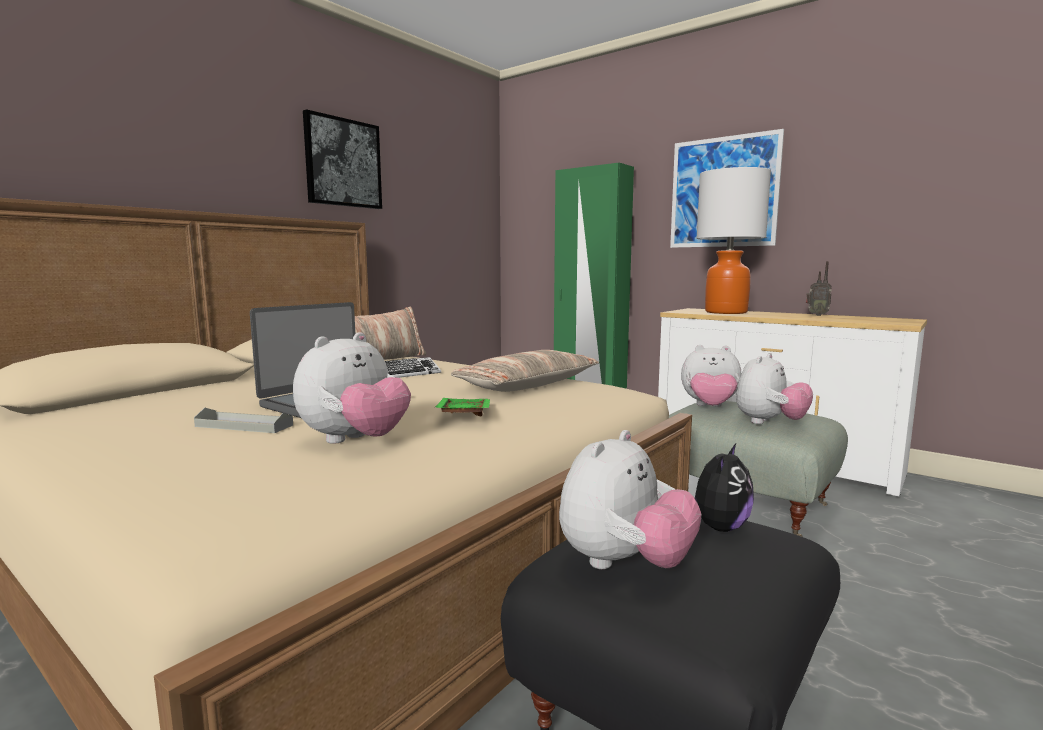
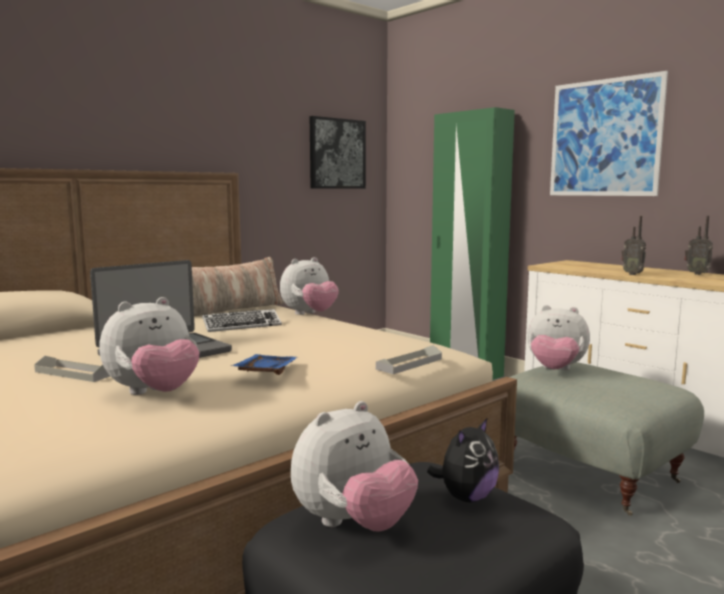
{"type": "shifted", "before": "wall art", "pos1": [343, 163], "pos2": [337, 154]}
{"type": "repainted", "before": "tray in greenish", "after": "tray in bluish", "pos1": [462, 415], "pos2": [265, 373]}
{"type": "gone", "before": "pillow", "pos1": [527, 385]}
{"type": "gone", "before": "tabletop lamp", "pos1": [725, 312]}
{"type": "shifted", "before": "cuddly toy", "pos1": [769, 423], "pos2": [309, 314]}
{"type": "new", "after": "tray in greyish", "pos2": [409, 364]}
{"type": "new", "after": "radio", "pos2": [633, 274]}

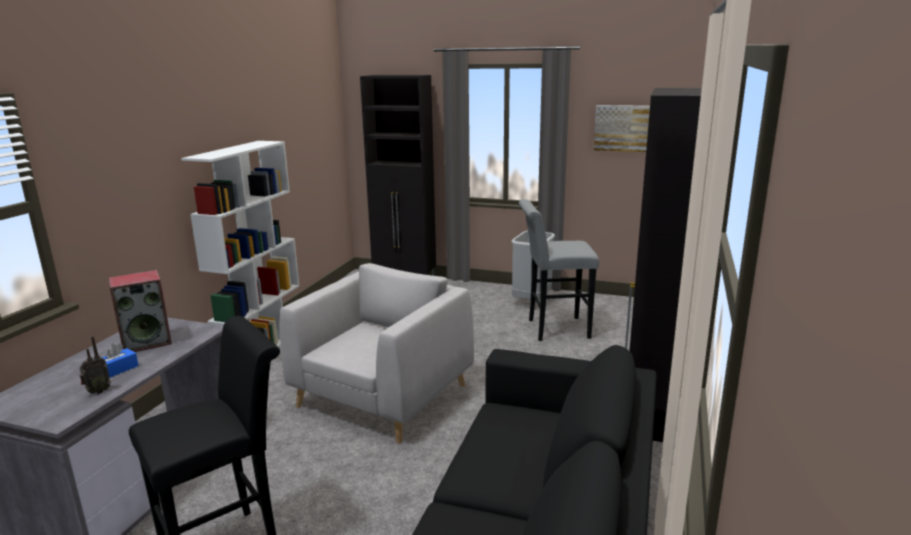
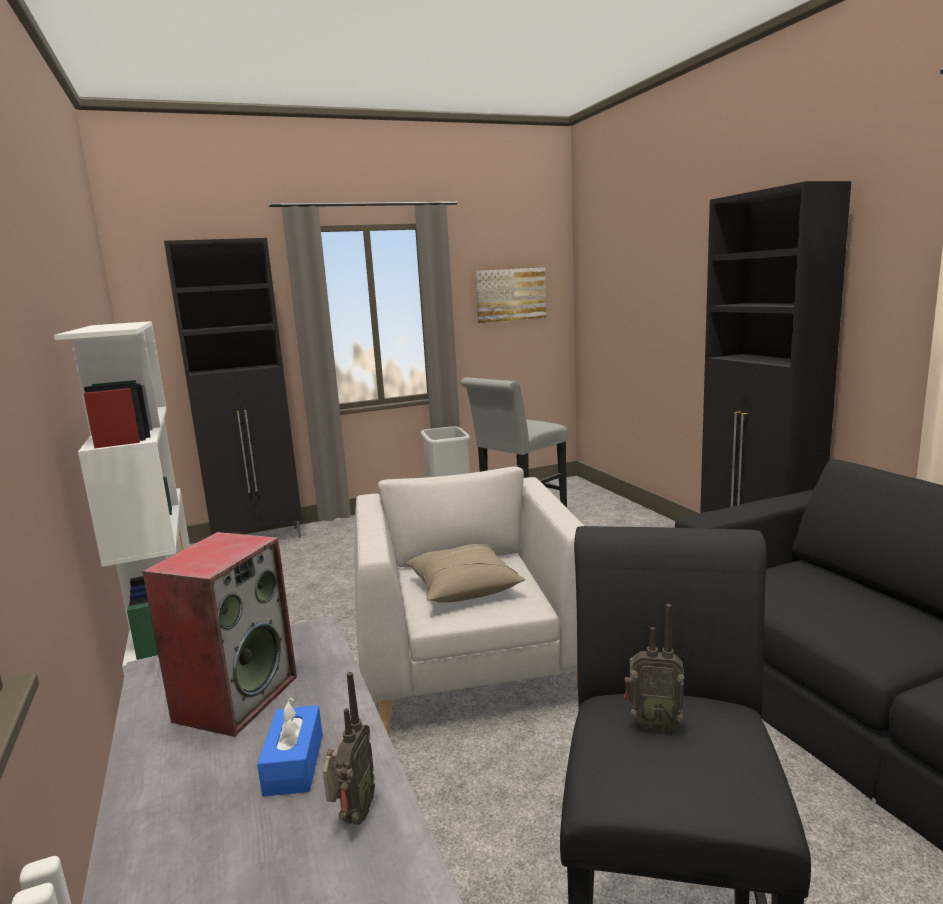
{"type": "new", "after": "pillow in sand-coloured", "pos2": [463, 588]}
{"type": "new", "after": "radio", "pos2": [653, 724]}

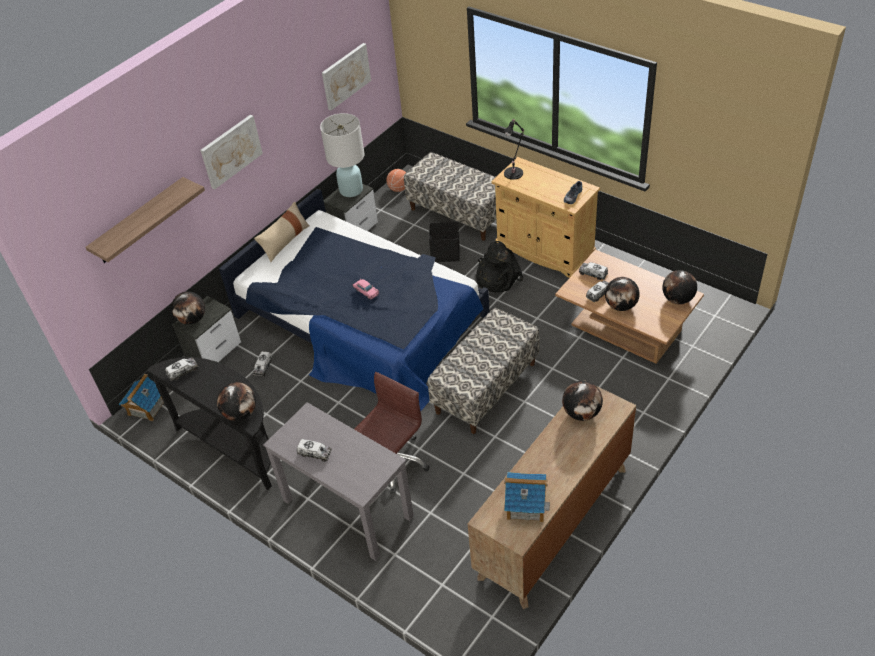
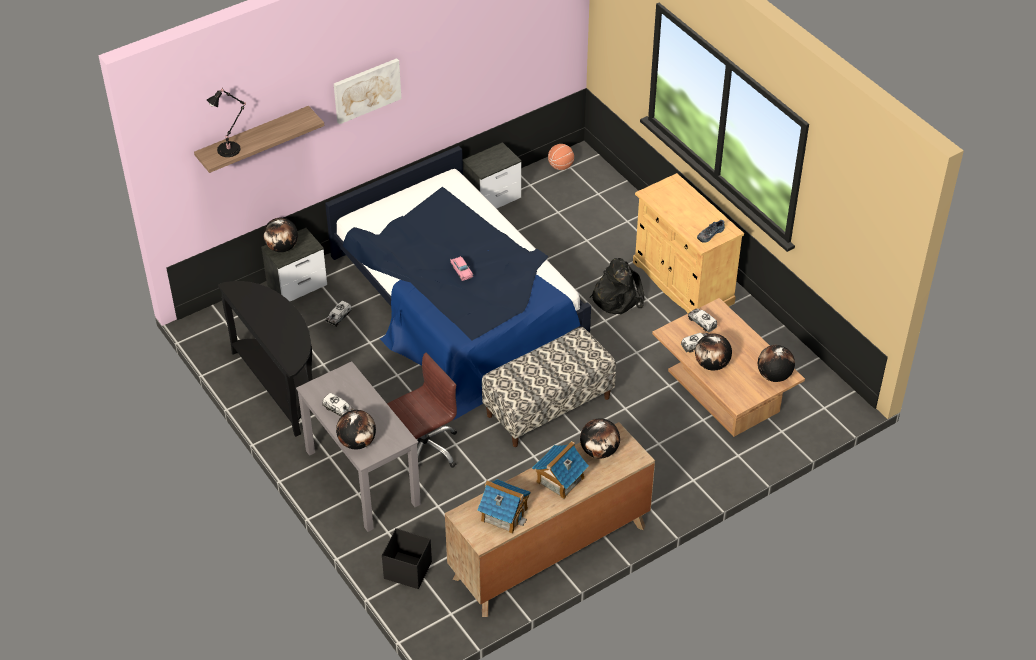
{"type": "shifted", "before": "model house", "pos1": [146, 407], "pos2": [559, 480]}
{"type": "gone", "before": "toy lorry", "pos1": [183, 372]}
{"type": "shifted", "before": "world globe", "pos1": [240, 413], "pos2": [357, 442]}
{"type": "gone", "before": "pillow in sand-coloured", "pos1": [285, 241]}
{"type": "gone", "before": "tabletop lamp in white", "pos1": [351, 190]}
{"type": "gone", "before": "wall art", "pos1": [345, 76]}
{"type": "gone", "before": "indoor bench", "pos1": [458, 214]}
{"type": "shifted", "before": "storage container in black-coloured", "pos1": [445, 253], "pos2": [407, 570]}
{"type": "shifted", "before": "tabletop lamp in black-coloured", "pos1": [514, 172], "pos2": [230, 149]}

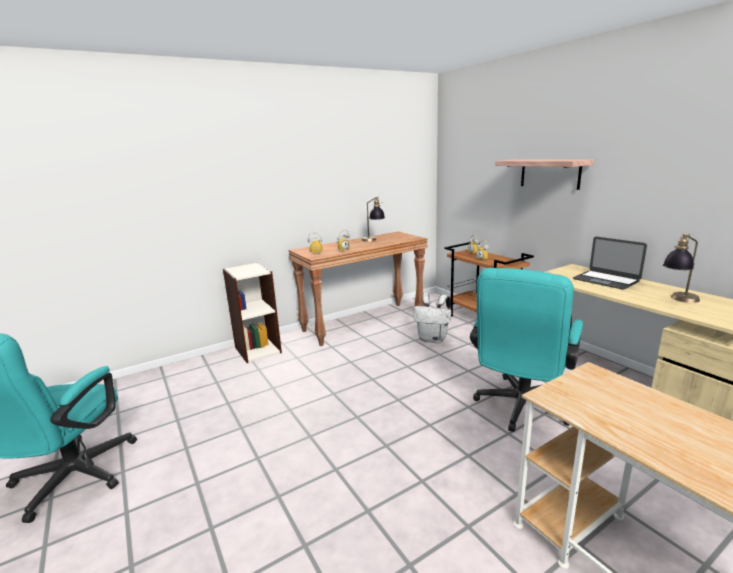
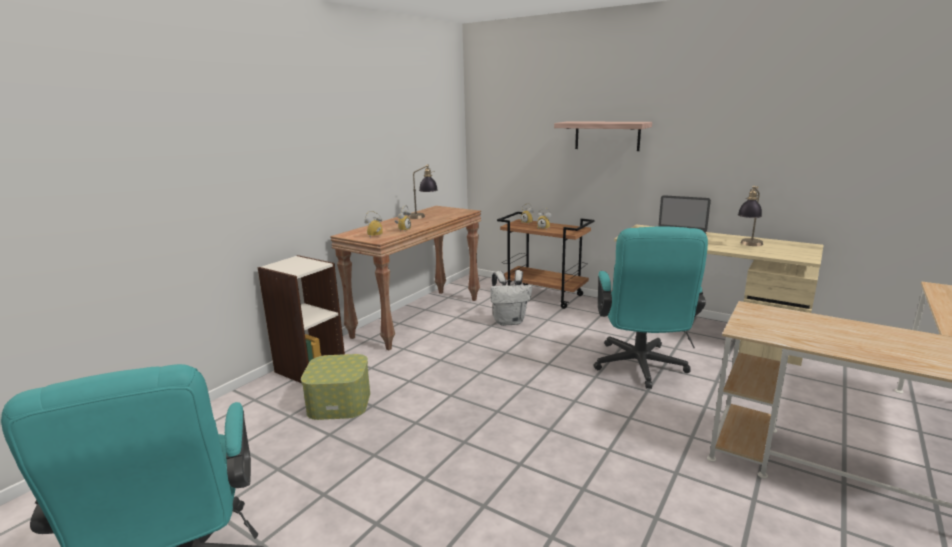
{"type": "new", "after": "storage container", "pos2": [339, 402]}

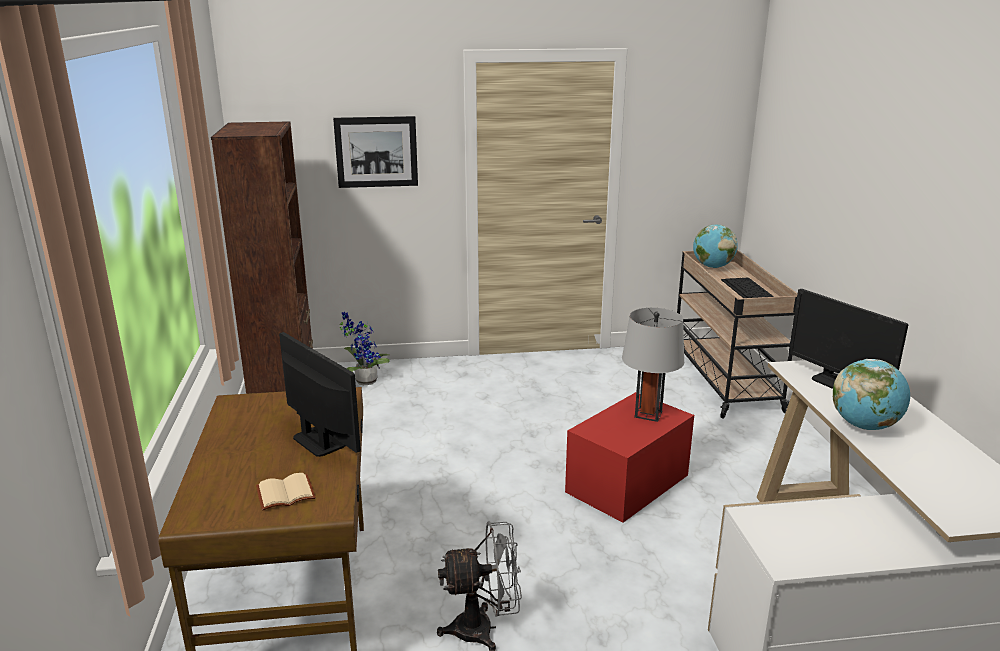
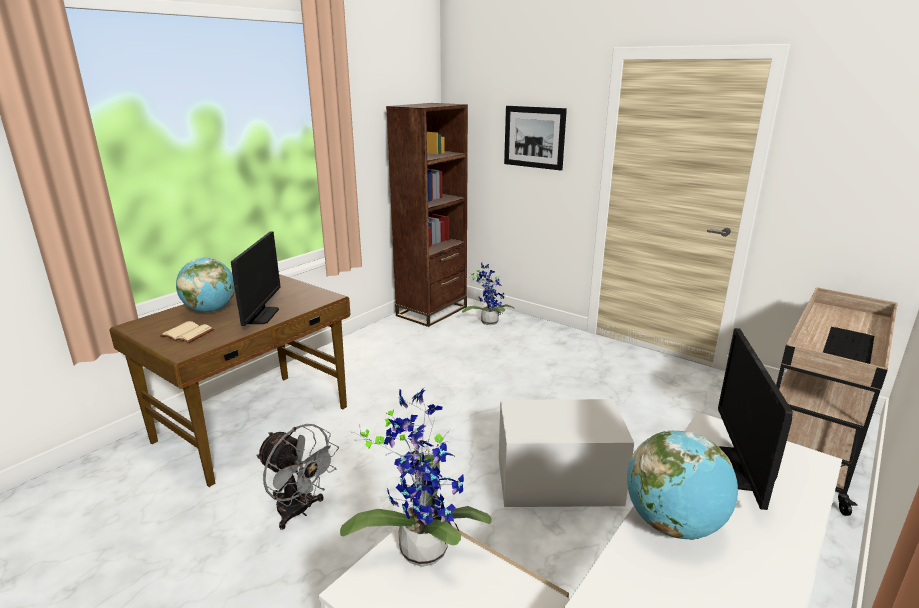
{"type": "repainted", "before": "storage container in reddish", "after": "storage container in white", "pos1": [627, 483], "pos2": [558, 480]}
{"type": "gone", "before": "tabletop lamp in greyish", "pos1": [648, 414]}
{"type": "shifted", "before": "world globe", "pos1": [712, 267], "pos2": [210, 310]}
{"type": "new", "after": "potted plant", "pos2": [422, 545]}

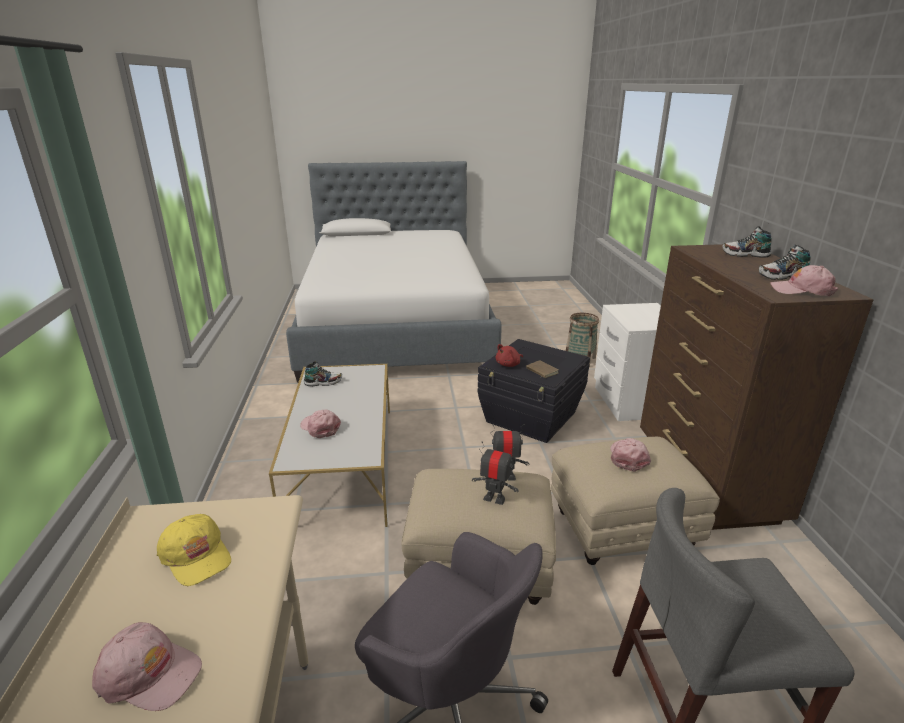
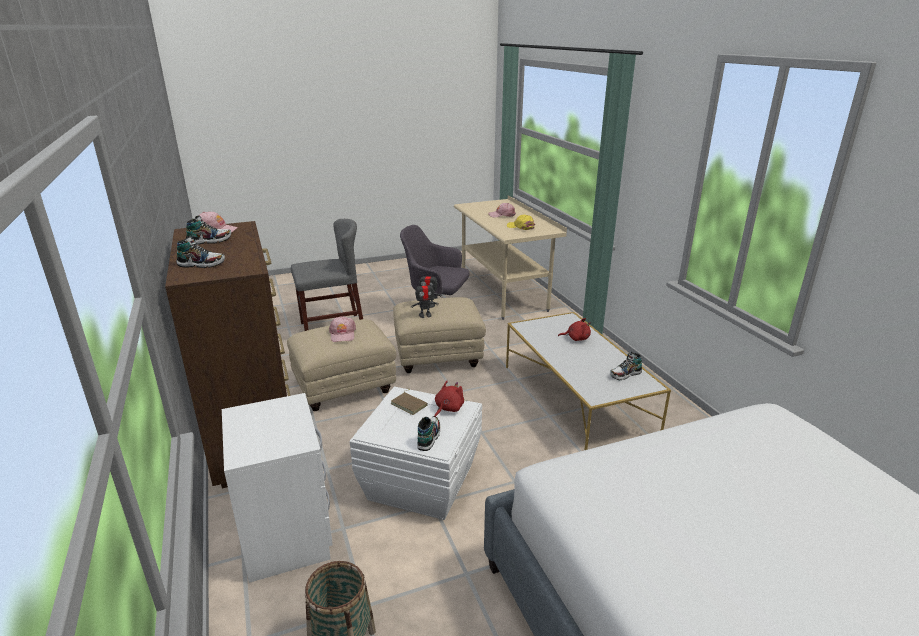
{"type": "swapped", "before": "peaked cap in pink-coloured", "after": "cuddly toy in reddish", "pos1": [320, 427], "pos2": [576, 338]}
{"type": "repainted", "before": "storage container in black-coloured", "after": "storage container in white", "pos1": [531, 417], "pos2": [420, 481]}
{"type": "new", "after": "low shoe", "pos2": [428, 437]}

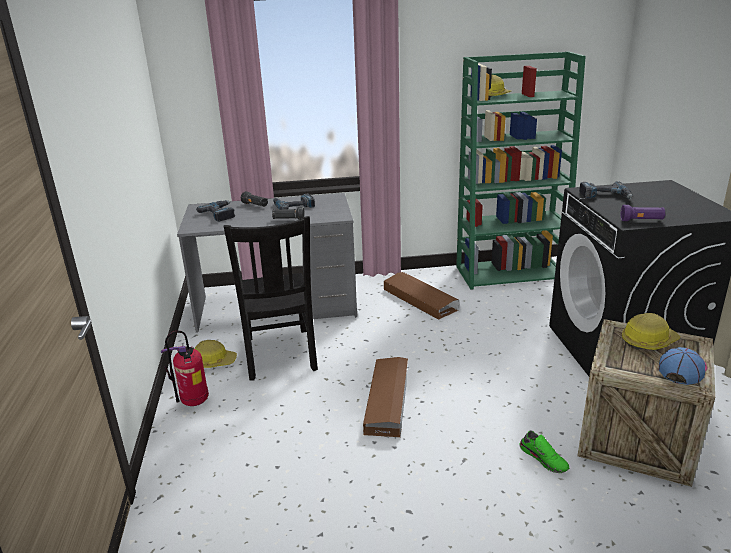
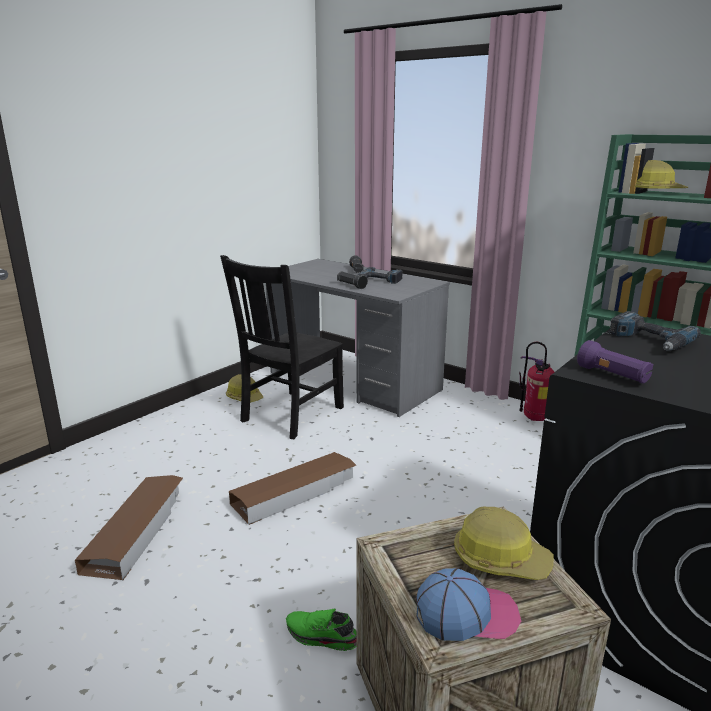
{"type": "shifted", "before": "fire-fighting cylinder", "pos1": [194, 403], "pos2": [534, 419]}
{"type": "gone", "before": "electric drill", "pos1": [221, 214]}
{"type": "shifted", "before": "storage container in brown", "pos1": [419, 300], "pos2": [137, 530]}
{"type": "rotated", "before": "low shoe in greenish", "pos1": [544, 458], "pos2": [321, 637], "turn": 105}

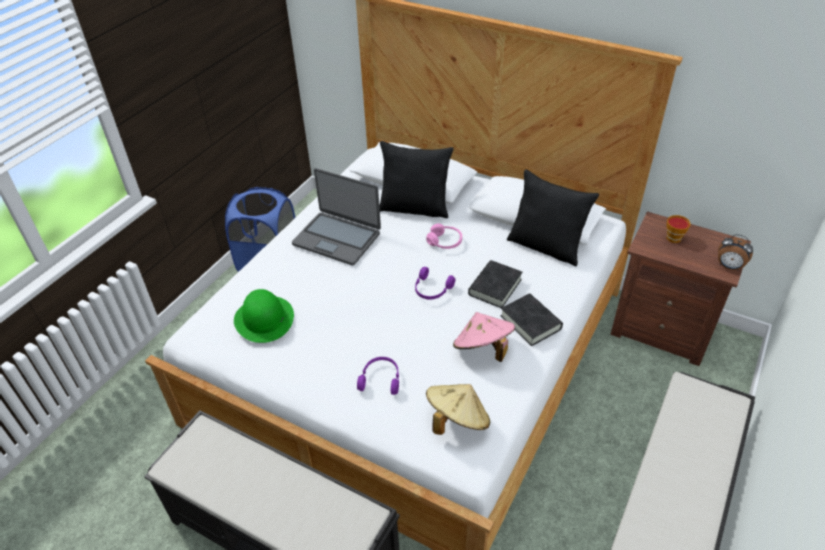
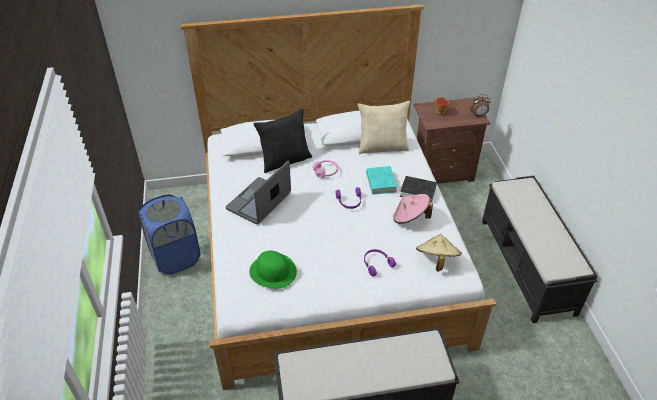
{"type": "rotated", "before": "laptop", "pos1": [337, 238], "pos2": [259, 202], "turn": 135}
{"type": "repainted", "before": "bound book in black-coloured", "after": "bound book in blue-green", "pos1": [495, 287], "pos2": [381, 183]}
{"type": "repainted", "before": "pillow in black-coloured", "after": "pillow in sand-coloured", "pos1": [546, 246], "pos2": [382, 147]}

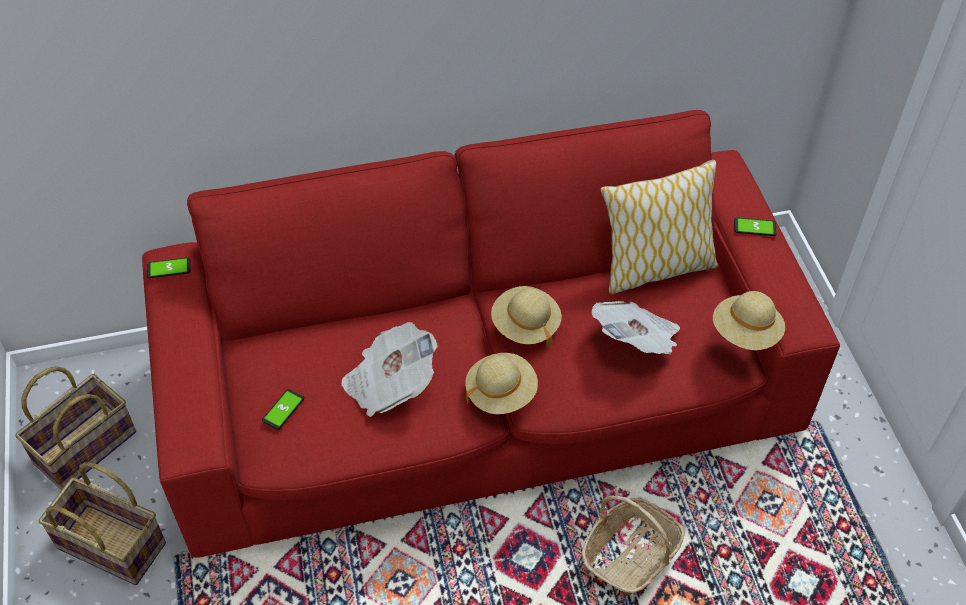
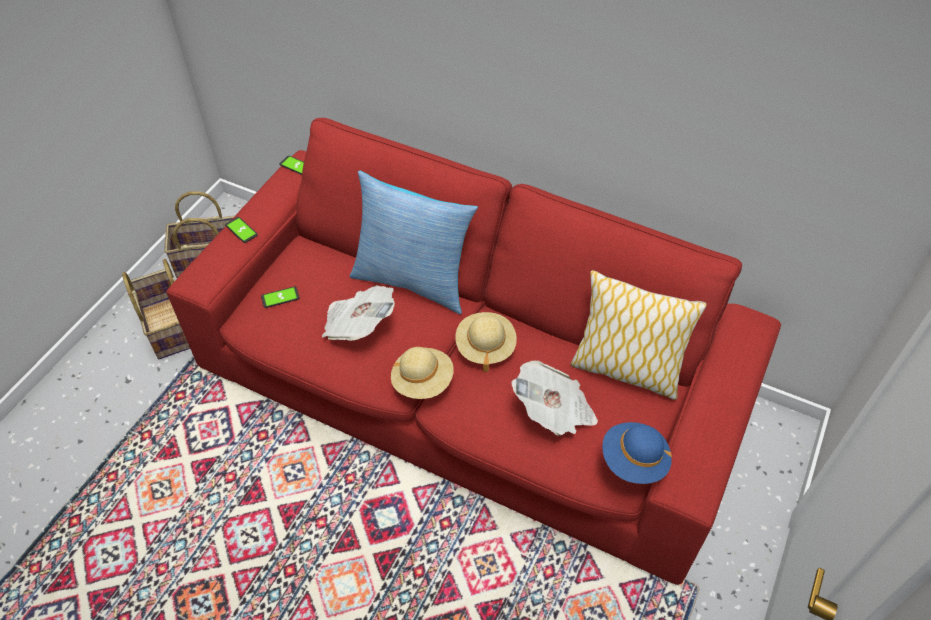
{"type": "gone", "before": "storage basket", "pos1": [631, 554]}
{"type": "repainted", "before": "wearable hat in sand-coloured", "after": "wearable hat in bluish", "pos1": [745, 333], "pos2": [634, 461]}
{"type": "shifted", "before": "handset", "pos1": [755, 227], "pos2": [241, 230]}
{"type": "new", "after": "pillow", "pos2": [413, 280]}

